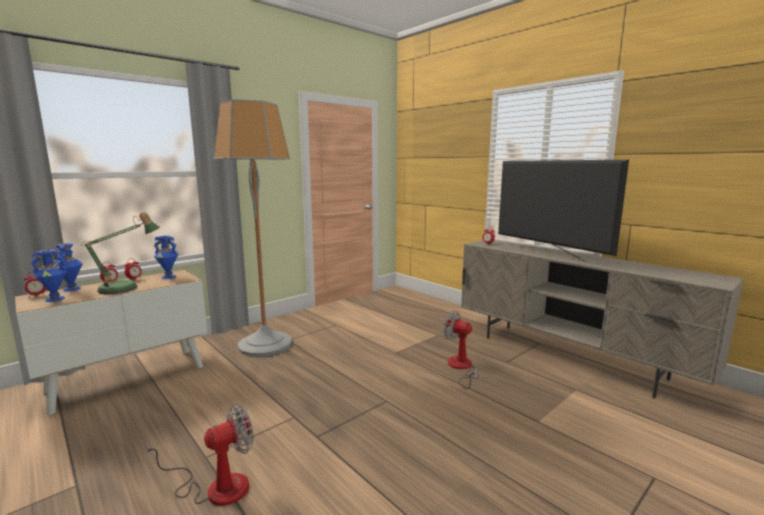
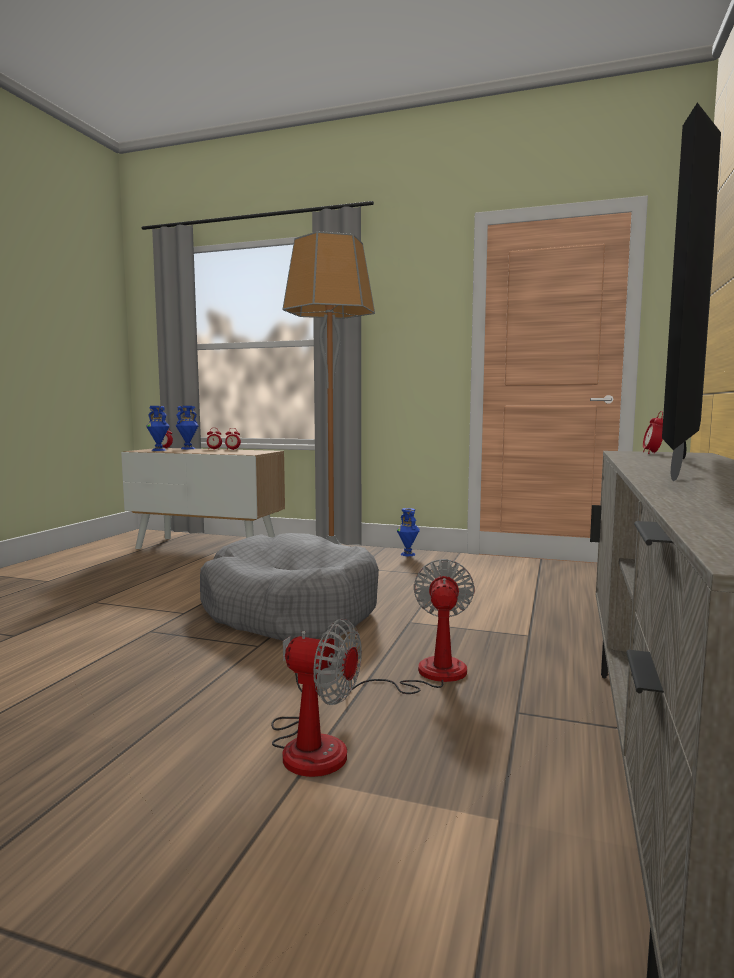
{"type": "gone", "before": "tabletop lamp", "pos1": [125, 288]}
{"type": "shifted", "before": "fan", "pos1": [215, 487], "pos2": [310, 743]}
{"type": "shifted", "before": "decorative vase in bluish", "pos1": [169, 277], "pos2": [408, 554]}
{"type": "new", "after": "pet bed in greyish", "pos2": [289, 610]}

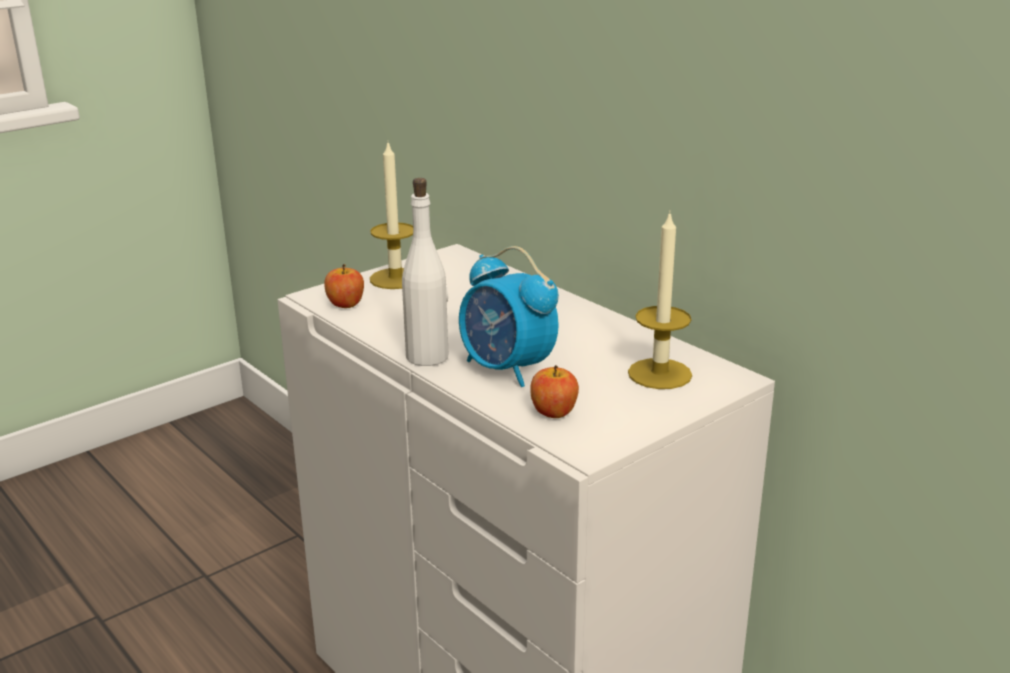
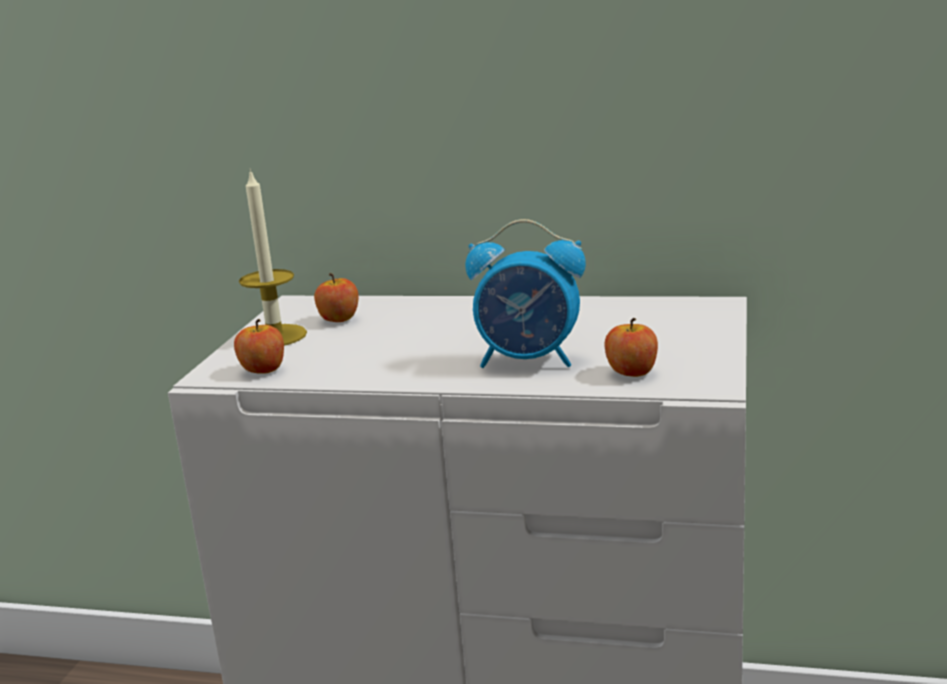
{"type": "gone", "before": "beverage bottle in white", "pos1": [428, 356]}
{"type": "gone", "before": "wax light", "pos1": [659, 374]}
{"type": "new", "after": "apple", "pos2": [339, 319]}

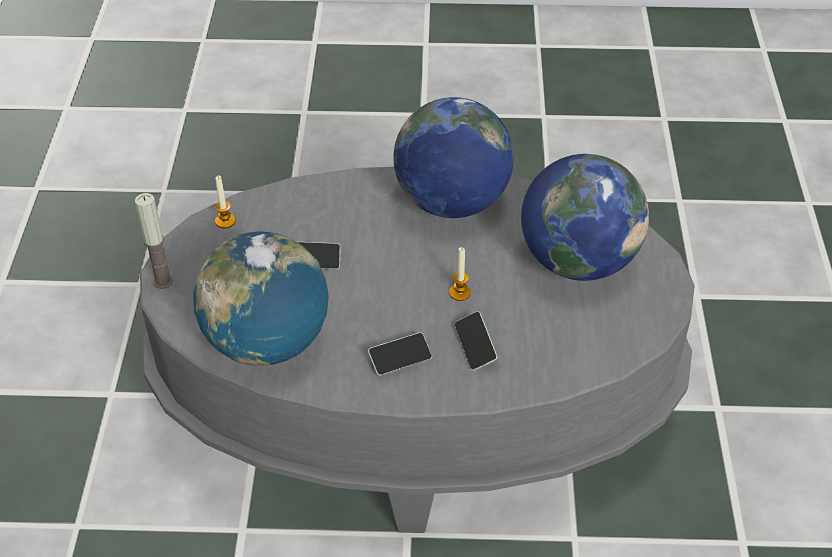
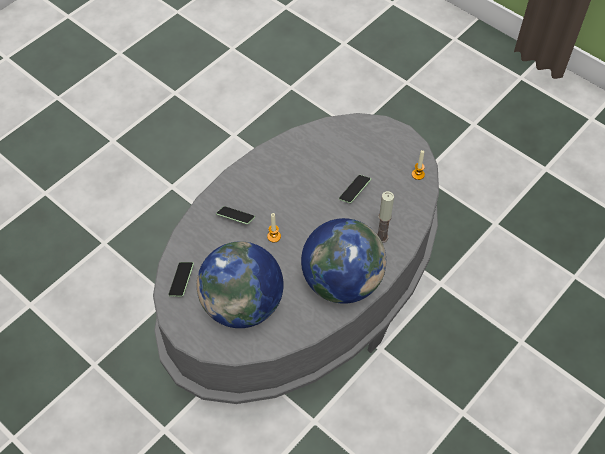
{"type": "shifted", "before": "wax light", "pos1": [163, 281], "pos2": [382, 237]}
{"type": "gone", "before": "world globe", "pos1": [267, 342]}
{"type": "shifted", "before": "handset", "pos1": [400, 359], "pos2": [181, 282]}

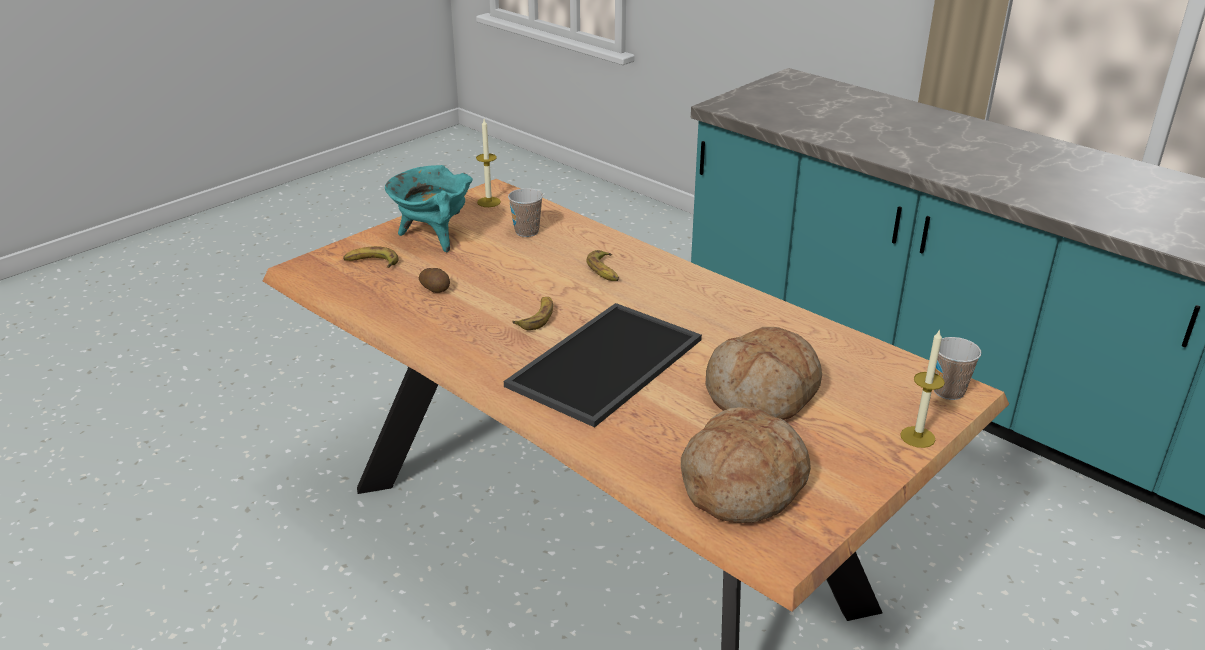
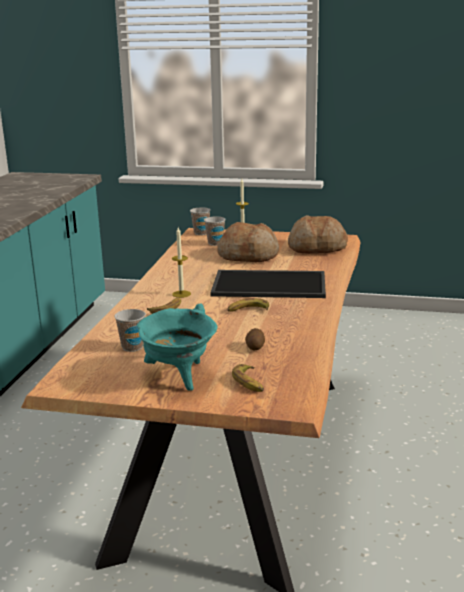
{"type": "shifted", "before": "wax light", "pos1": [489, 202], "pos2": [181, 294]}
{"type": "new", "after": "drinking cup", "pos2": [215, 243]}

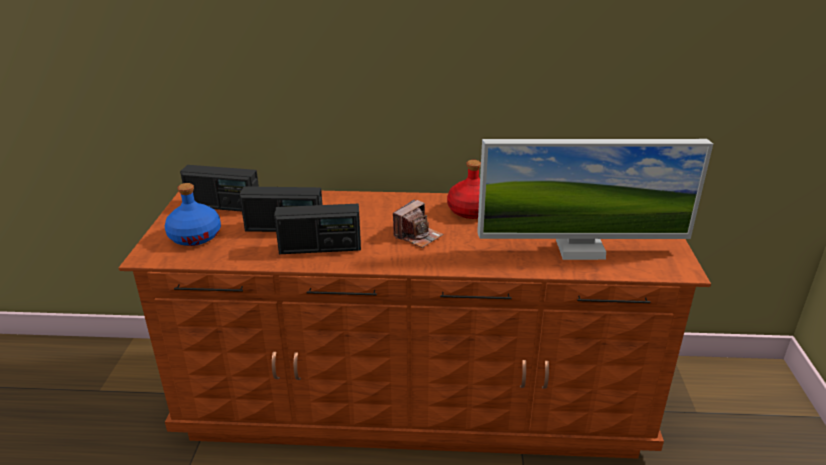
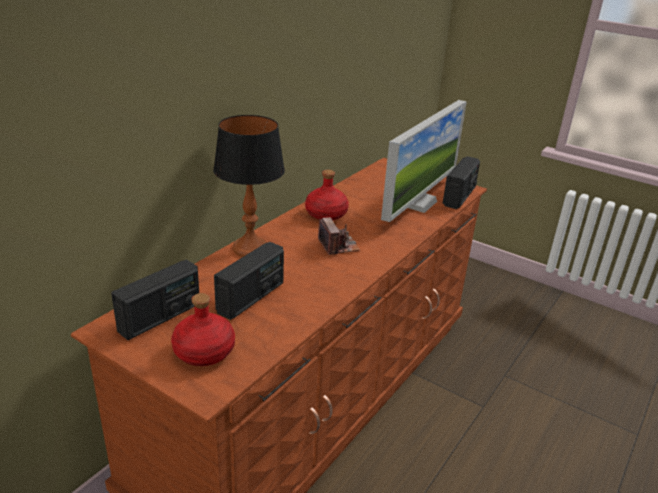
{"type": "repainted", "before": "beverage bottle in bluish", "after": "beverage bottle in reddish", "pos1": [195, 236], "pos2": [203, 351]}
{"type": "shifted", "before": "radio", "pos1": [320, 248], "pos2": [459, 196]}
{"type": "new", "after": "tabletop lamp", "pos2": [250, 249]}

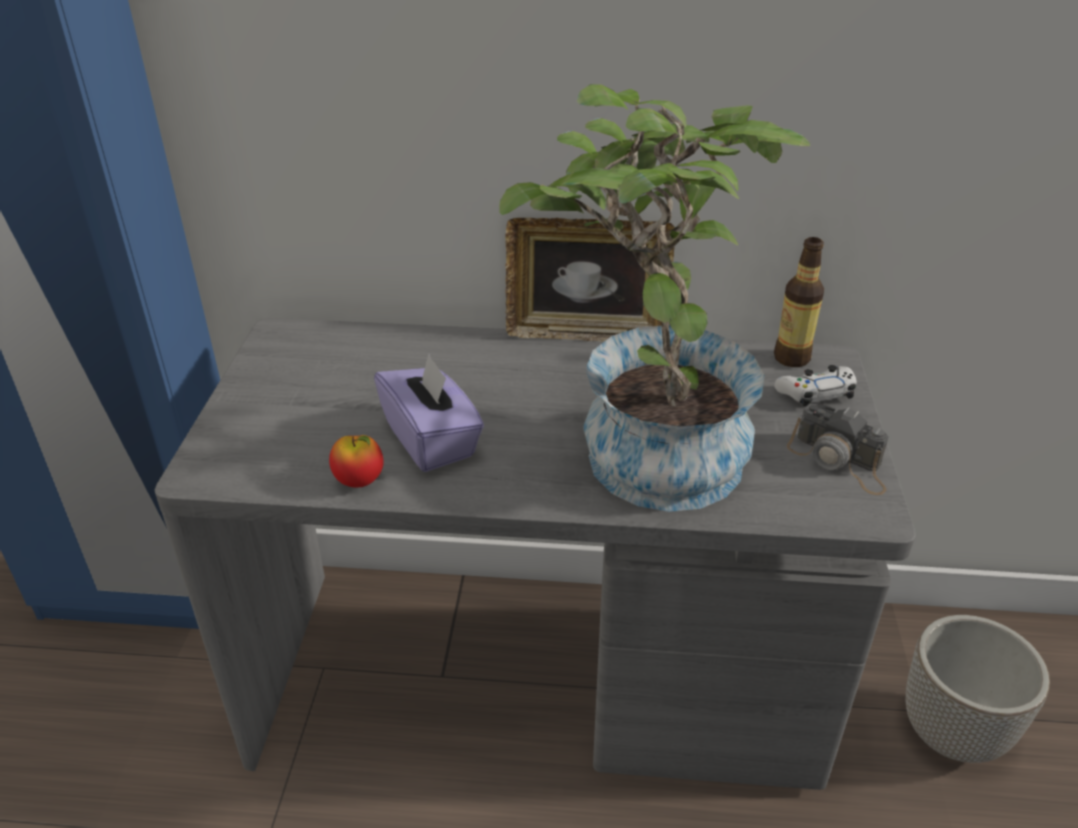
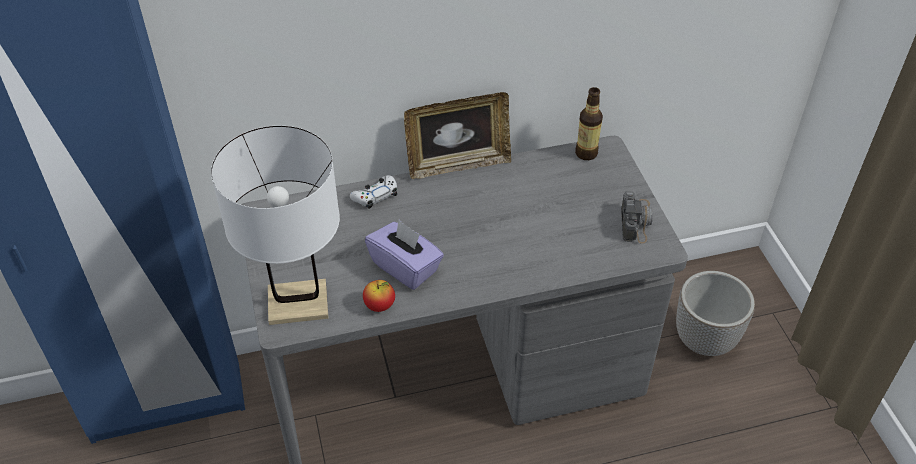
{"type": "gone", "before": "potted plant", "pos1": [643, 448]}
{"type": "shifted", "before": "gamepad in white", "pos1": [815, 393], "pos2": [375, 196]}
{"type": "rotated", "before": "still camera", "pos1": [839, 462], "pos2": [636, 220], "turn": -105}
{"type": "new", "after": "tabletop lamp in white", "pos2": [298, 303]}

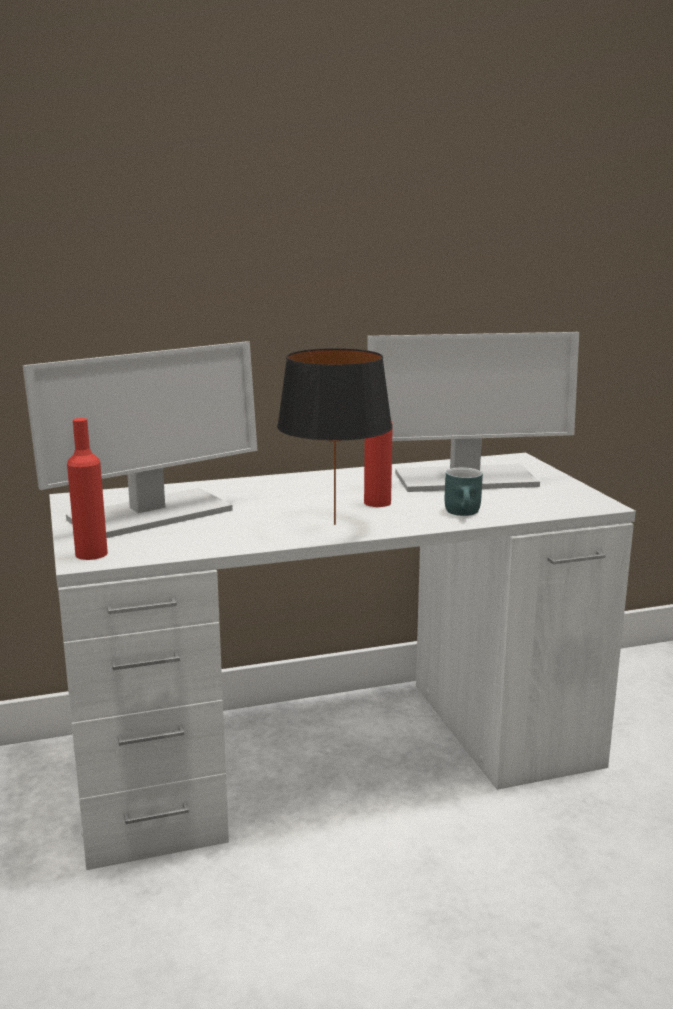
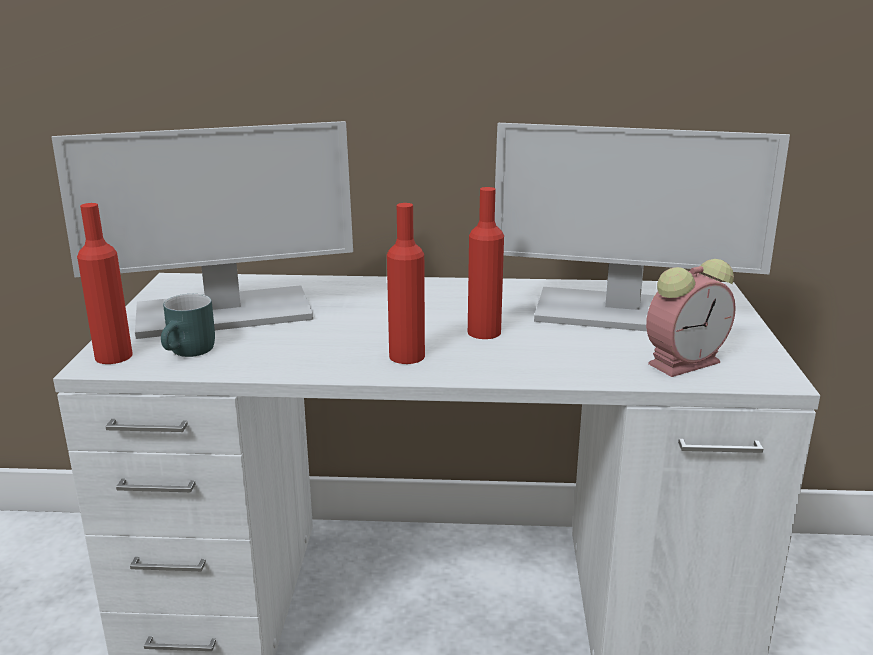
{"type": "swapped", "before": "tabletop lamp in black-coloured", "after": "beverage bottle in reddish", "pos1": [335, 524], "pos2": [407, 356]}
{"type": "shifted", "before": "tea mug in blue-green", "pos1": [465, 513], "pos2": [191, 352]}
{"type": "new", "after": "alarm clock", "pos2": [685, 362]}

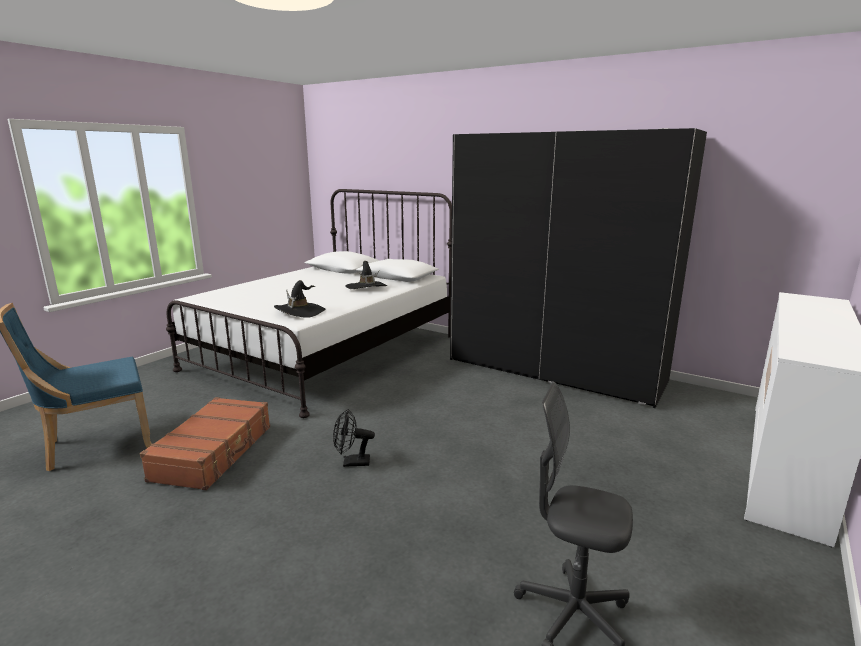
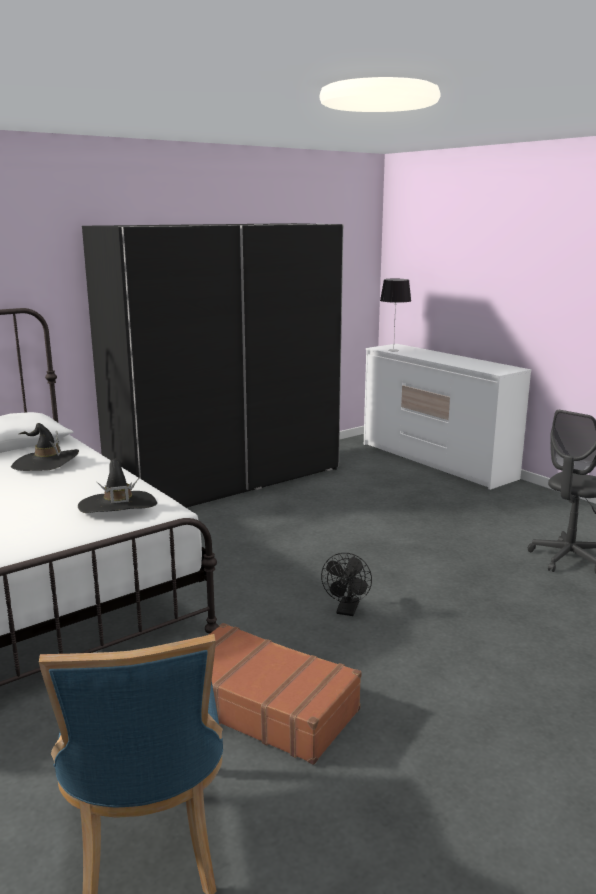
{"type": "new", "after": "tabletop lamp", "pos2": [394, 350]}

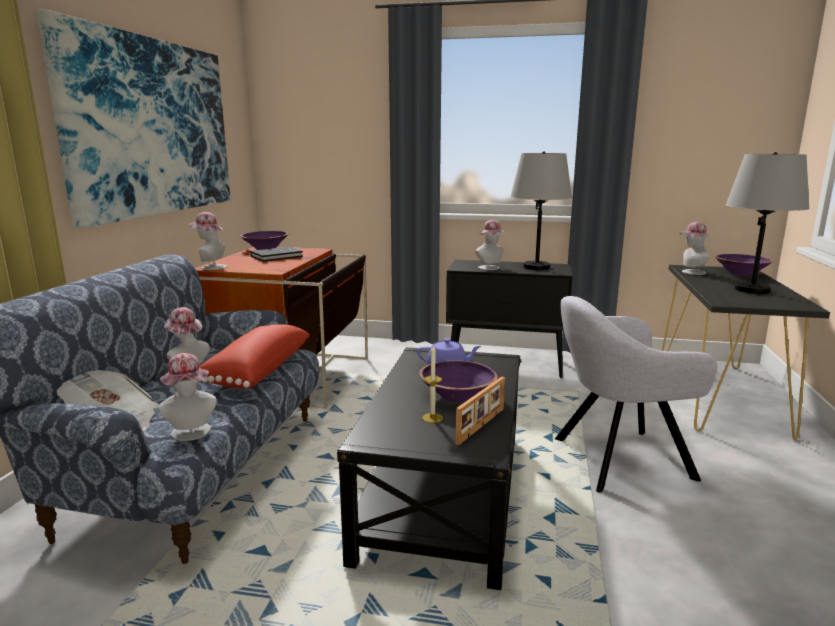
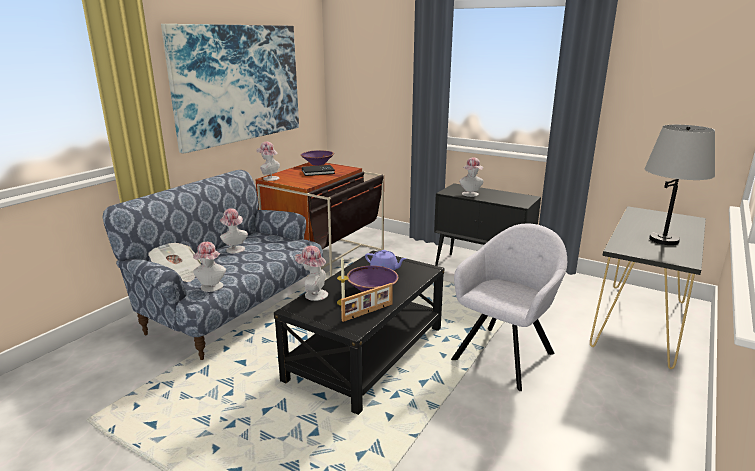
{"type": "gone", "before": "pillow in reddish", "pos1": [255, 371]}
{"type": "gone", "before": "tabletop lamp in greyish", "pos1": [537, 267]}
{"type": "rotated", "before": "easy chair in greyish", "pos1": [616, 459], "pos2": [505, 354], "turn": 120}
{"type": "shifted", "before": "wearable hat", "pos1": [691, 272], "pos2": [313, 294]}
{"type": "gone", "before": "serving bowl in purple", "pos1": [740, 273]}

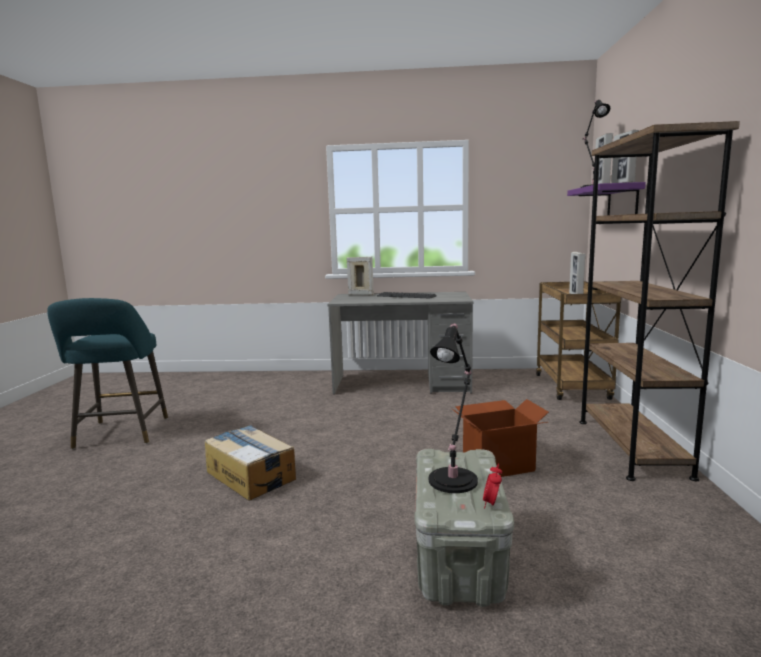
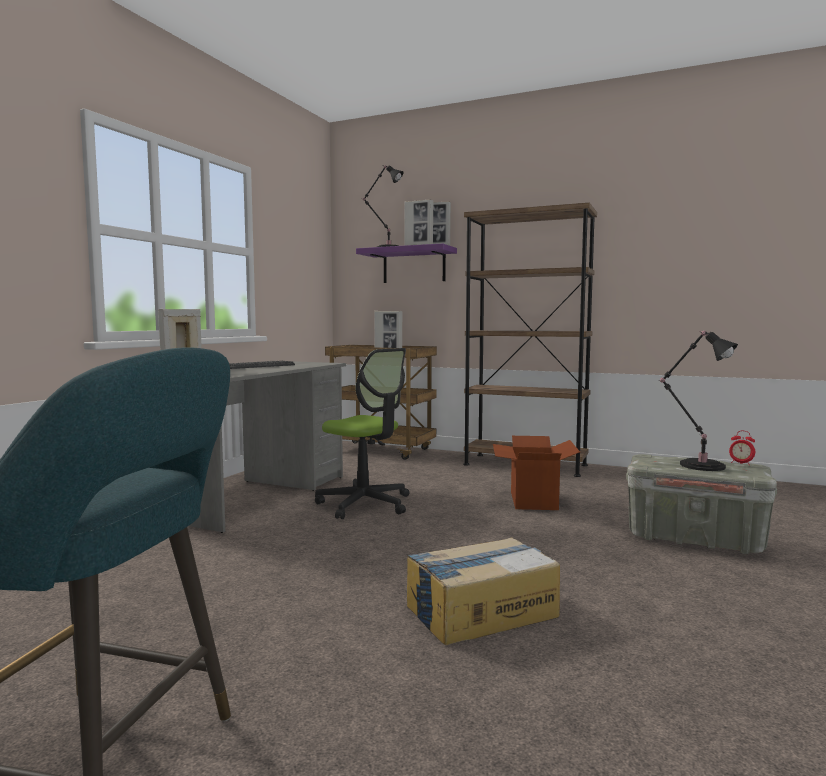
{"type": "new", "after": "desk chair", "pos2": [365, 504]}

